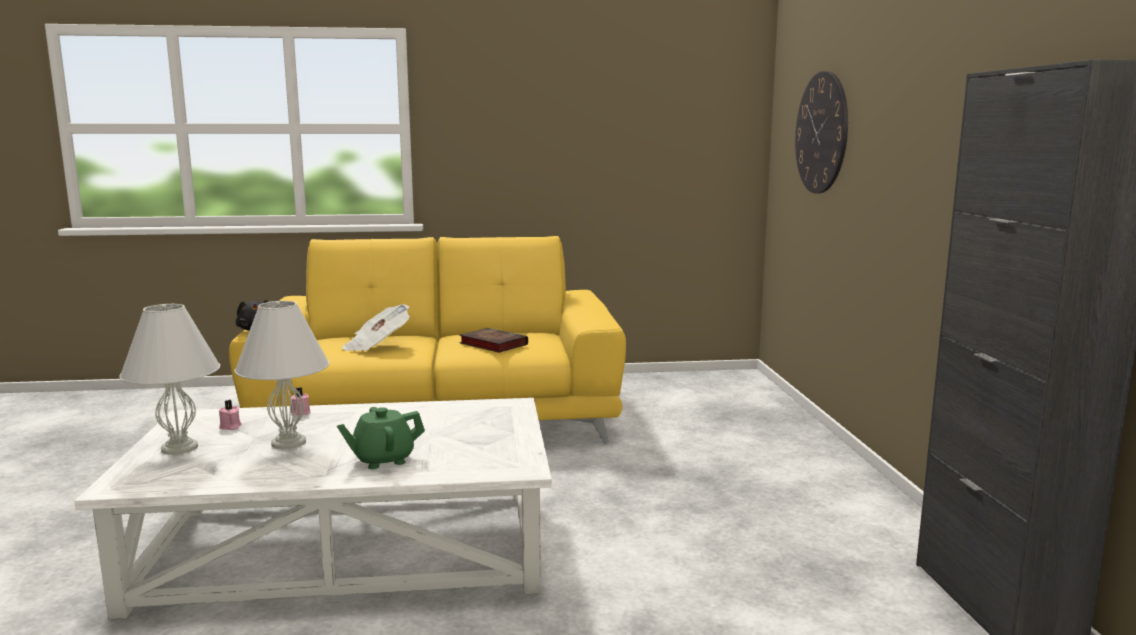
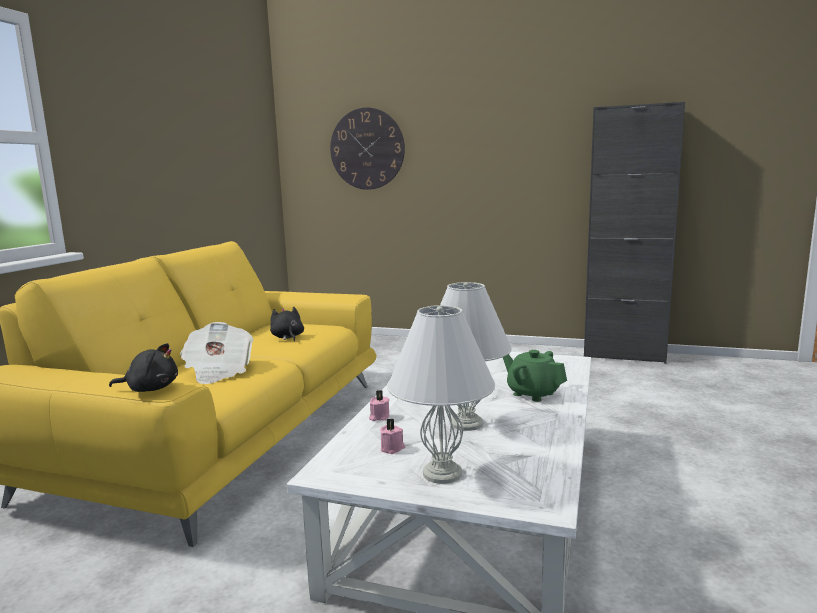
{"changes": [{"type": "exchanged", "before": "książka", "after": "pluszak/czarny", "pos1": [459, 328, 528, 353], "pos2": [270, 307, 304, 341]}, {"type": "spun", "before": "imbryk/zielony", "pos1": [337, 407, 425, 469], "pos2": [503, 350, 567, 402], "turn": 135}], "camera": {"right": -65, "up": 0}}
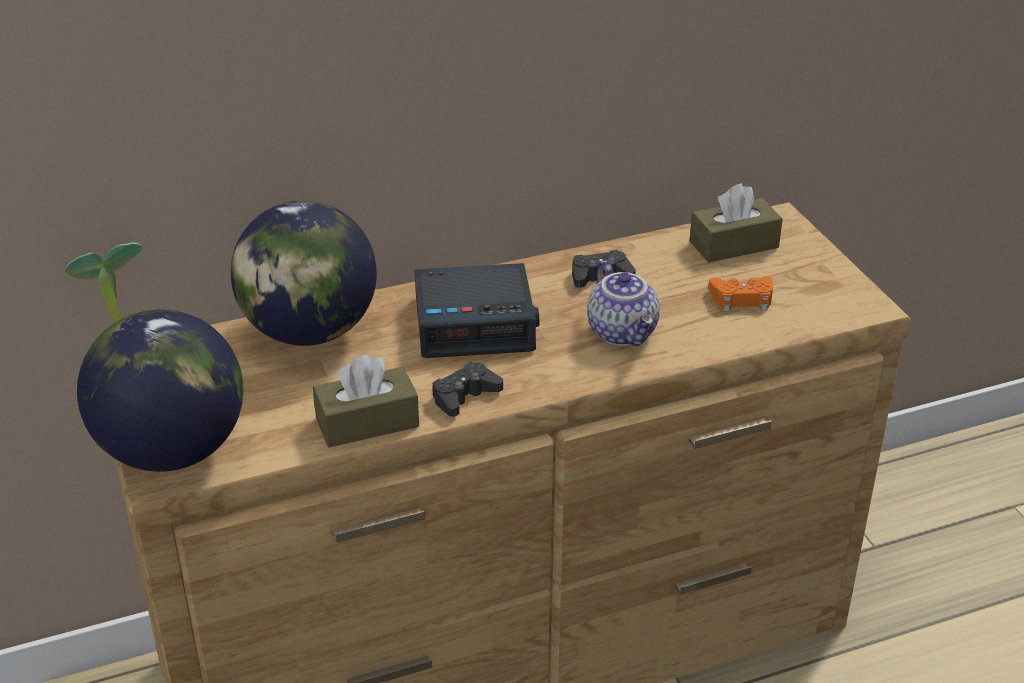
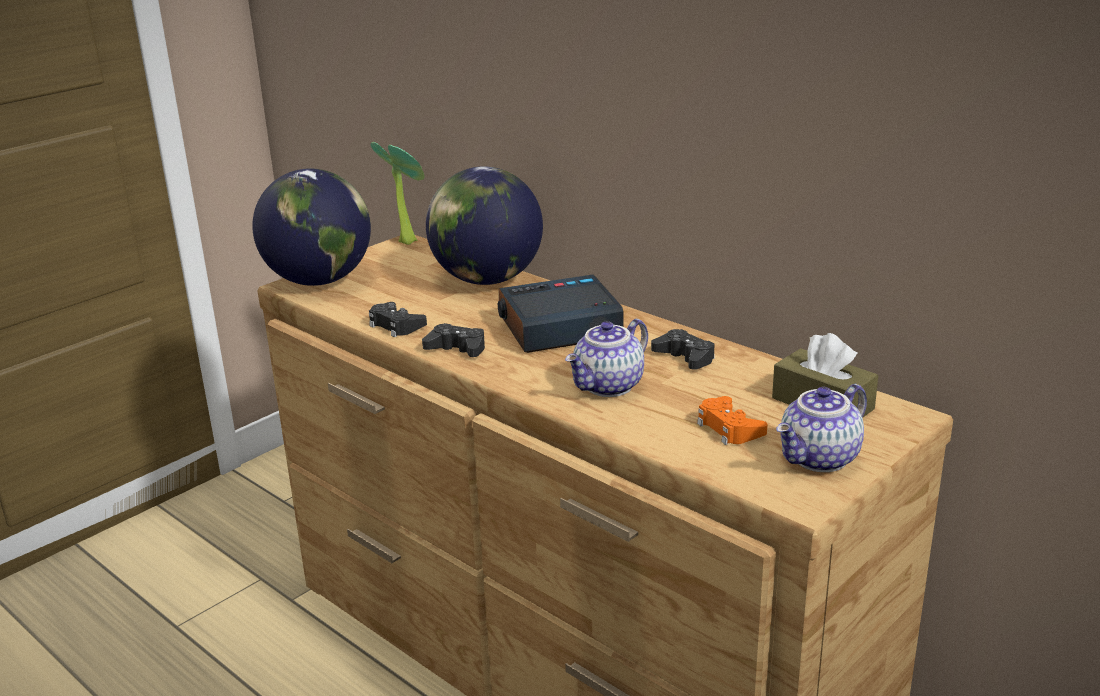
{"changes": [{"type": "appeared", "after": "imbryk", "pos2": [776, 384, 867, 472]}, {"type": "exchanged", "before": "pudełko chusteczek/brązowy", "after": "pad do gier/czarny", "pos1": [313, 355, 419, 447], "pos2": [369, 302, 427, 337]}, {"type": "spun", "before": "budzik", "pos1": [414, 263, 539, 358], "pos2": [498, 274, 624, 353], "turn": 105}], "camera": {"right": 65, "up": -10}}
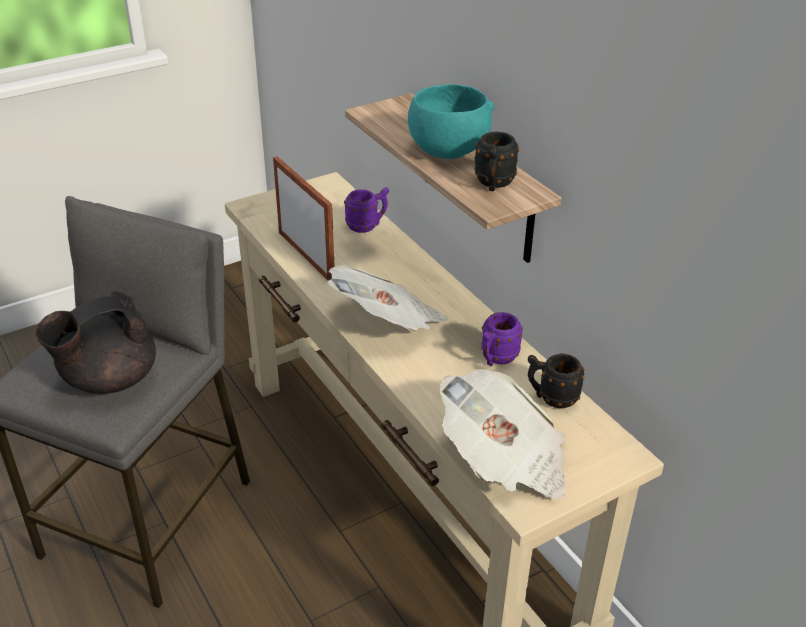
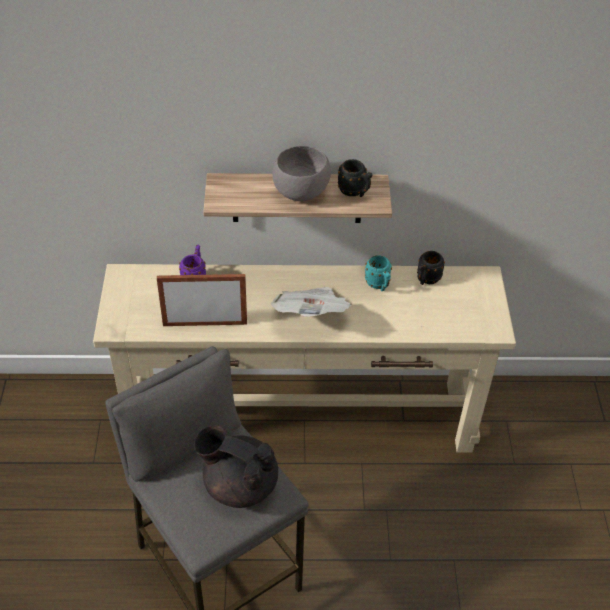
{"changes": [{"type": "missing", "before": "gazeta", "pos1": [440, 369, 566, 500]}, {"type": "colour", "before": "miska/turkusowy", "after": "miska/szary", "pos1": [408, 84, 494, 159], "pos2": [272, 146, 331, 201]}, {"type": "colour", "before": "kubek/fioletowy", "after": "kubek/turkusowy", "pos1": [481, 312, 523, 366], "pos2": [365, 255, 392, 291]}, {"type": "spun", "before": "imbryk/czarny", "pos1": [36, 291, 156, 394], "pos2": [194, 425, 278, 508], "turn": 120}], "camera": {"right": -60, "up": 10}}
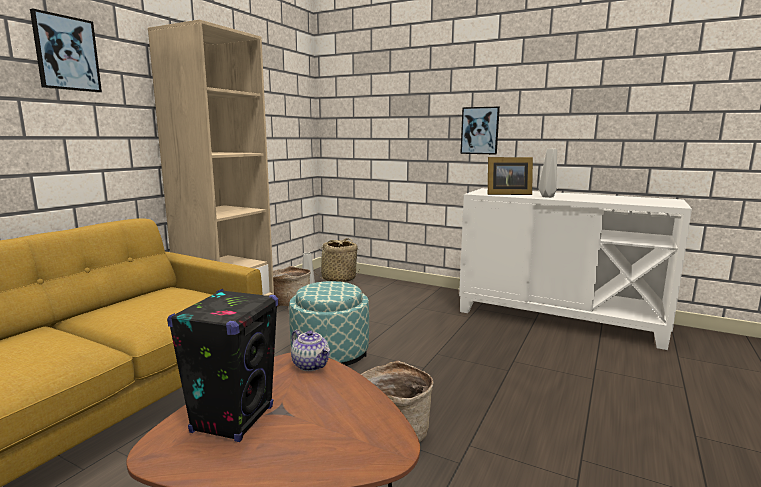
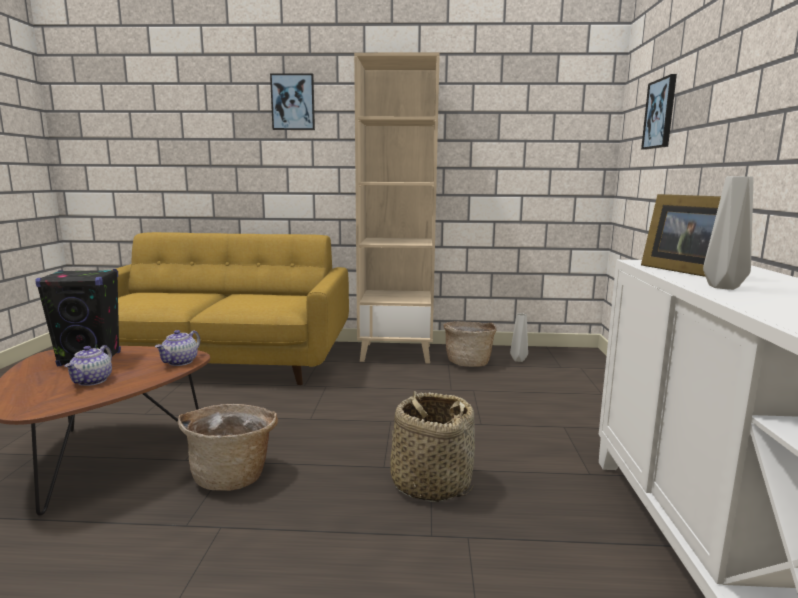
{"changes": [{"type": "missing", "before": "pufa", "pos1": [289, 281, 369, 366]}, {"type": "appeared", "after": "imbryk", "pos2": [64, 345, 112, 386]}, {"type": "relocated", "before": "koszyk", "pos1": [313, 238, 360, 282], "pos2": [390, 391, 475, 502]}, {"type": "relocated", "before": "obraz", "pos1": [460, 107, 500, 155], "pos2": [641, 74, 677, 150]}], "camera": {"right": 65, "up": 0}}
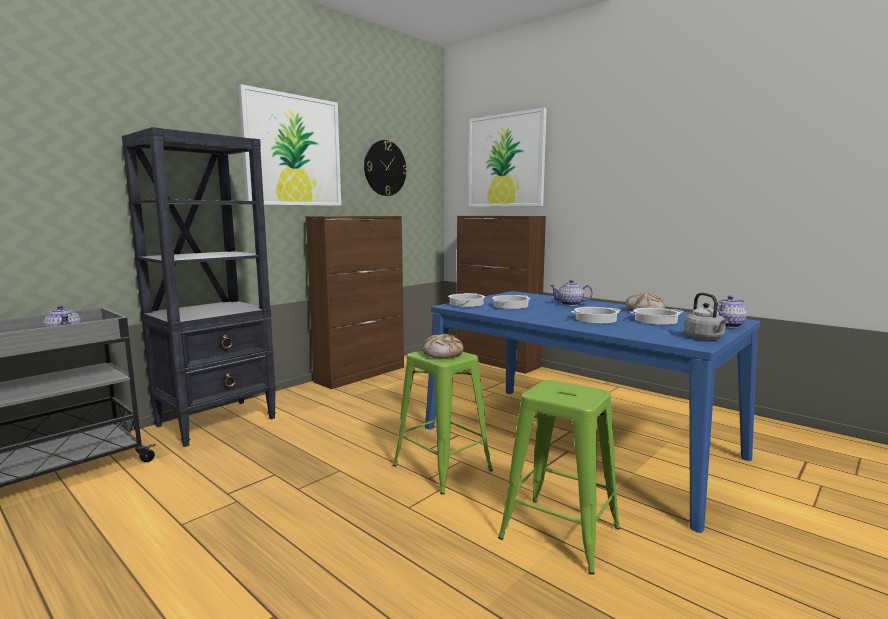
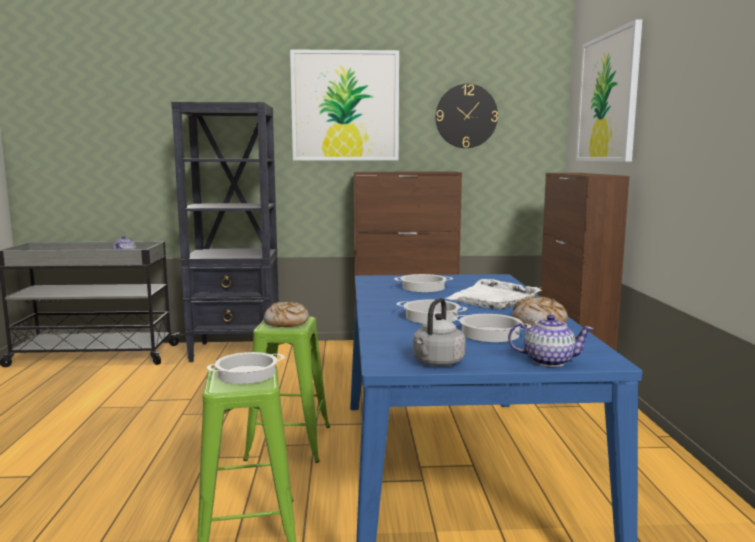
{"changes": [{"type": "relocated", "before": "garnek", "pos1": [448, 293, 485, 307], "pos2": [207, 352, 285, 384]}, {"type": "exchanged", "before": "imbryk", "after": "taca/biały", "pos1": [550, 280, 593, 306], "pos2": [446, 279, 542, 309]}], "camera": {"right": 45, "up": 0}}
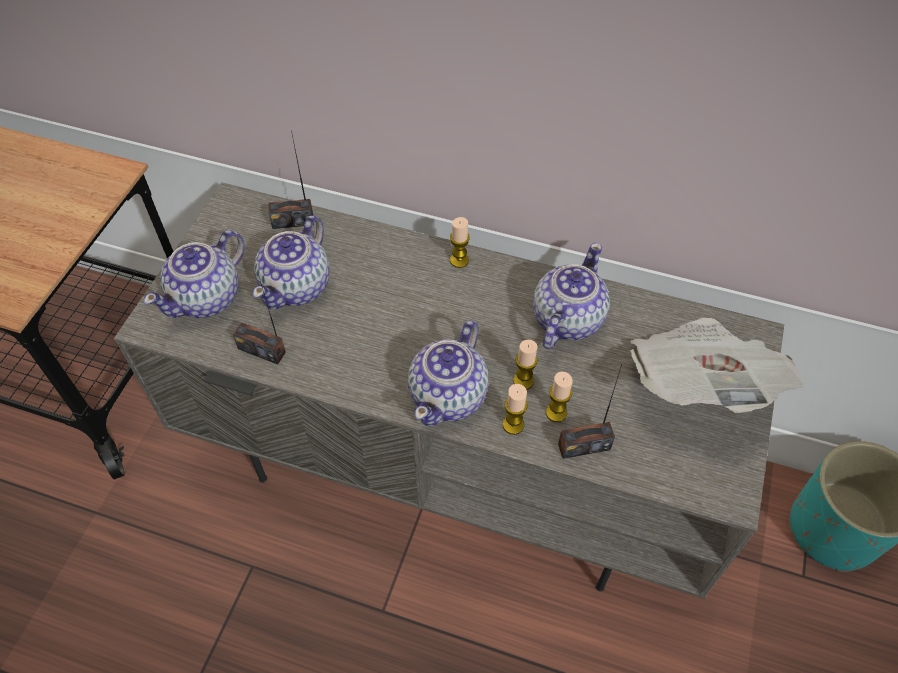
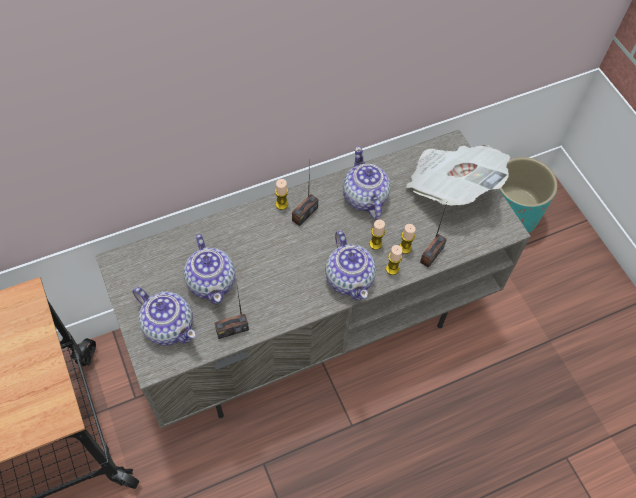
{"changes": [{"type": "relocated", "before": "radio", "pos1": [268, 130, 314, 229], "pos2": [292, 163, 318, 226]}, {"type": "spun", "before": "imbryk", "pos1": [143, 230, 245, 318], "pos2": [132, 287, 196, 345], "turn": -45}], "camera": {"right": -45, "up": 5}}
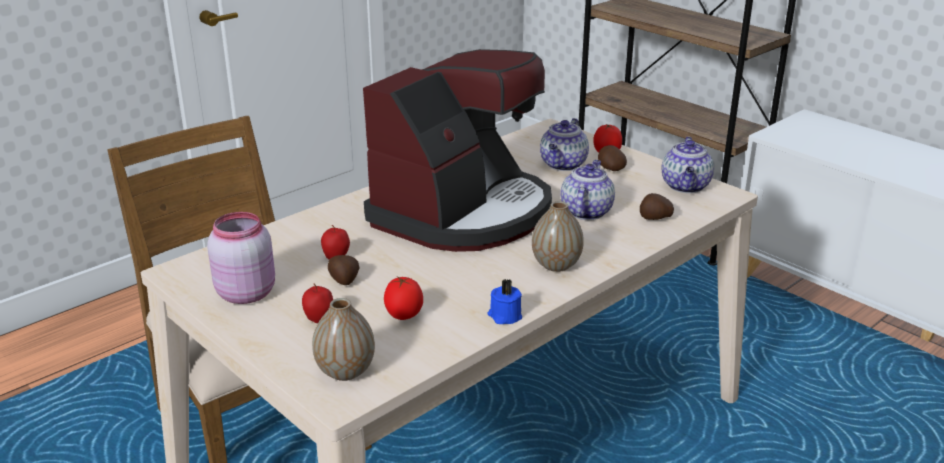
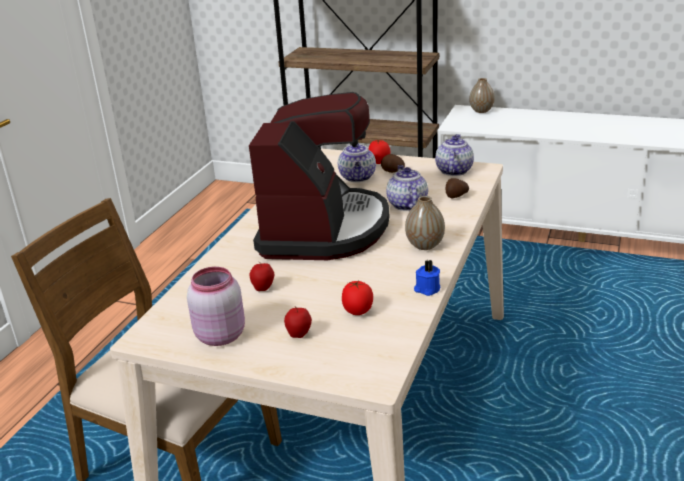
{"changes": [{"type": "missing", "before": "ziemniak", "pos1": [328, 255, 360, 285]}, {"type": "relocated", "before": "wazon", "pos1": [312, 298, 375, 381], "pos2": [469, 78, 495, 113]}, {"type": "spun", "before": "imbryk", "pos1": [661, 137, 714, 193], "pos2": [435, 134, 474, 176], "turn": -150}], "camera": {"right": -25, "up": 0}}
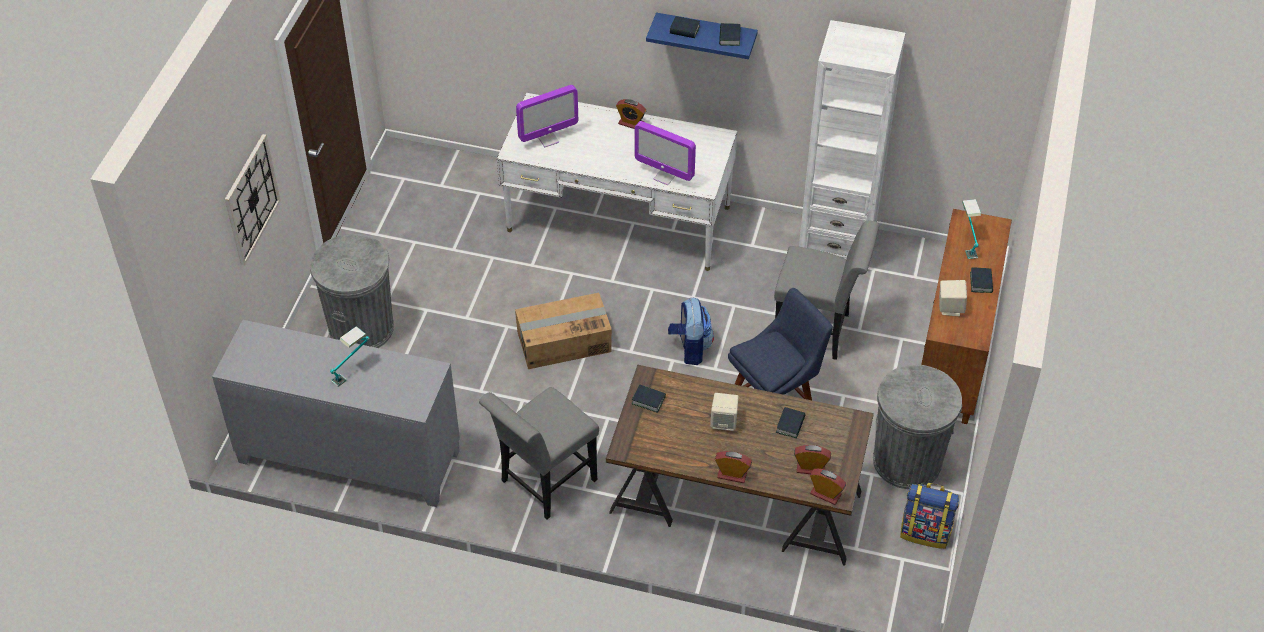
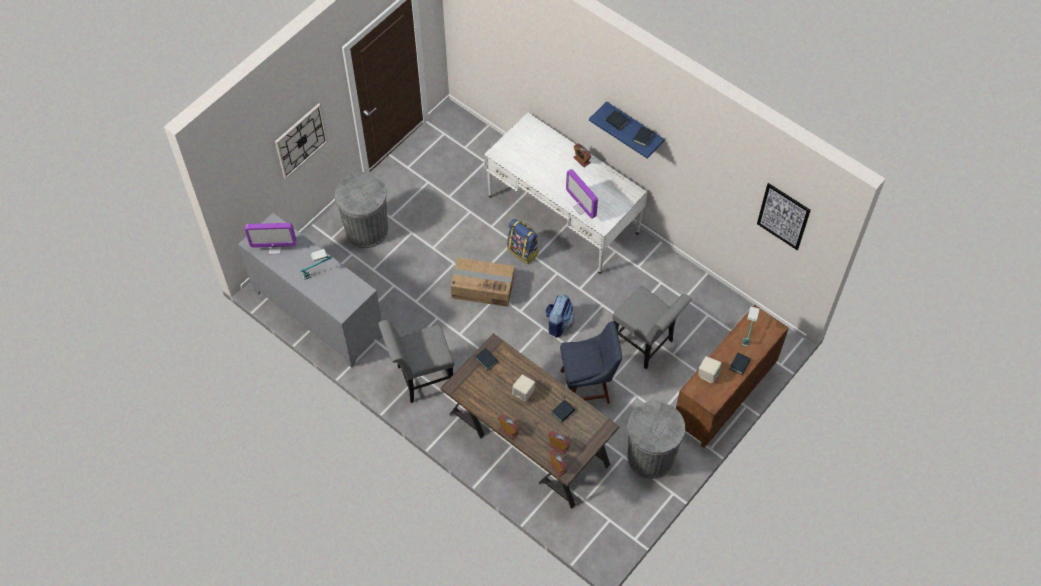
{"changes": [{"type": "missing", "before": "regał/biały", "pos1": [799, 20, 905, 259]}, {"type": "appeared", "after": "obraz", "pos2": [757, 183, 811, 250]}, {"type": "relocated", "before": "monitor", "pos1": [516, 85, 578, 147], "pos2": [245, 223, 296, 254]}, {"type": "relocated", "before": "plecak", "pos1": [900, 483, 959, 549], "pos2": [507, 219, 539, 264]}], "camera": {"right": 25, "up": 10}}
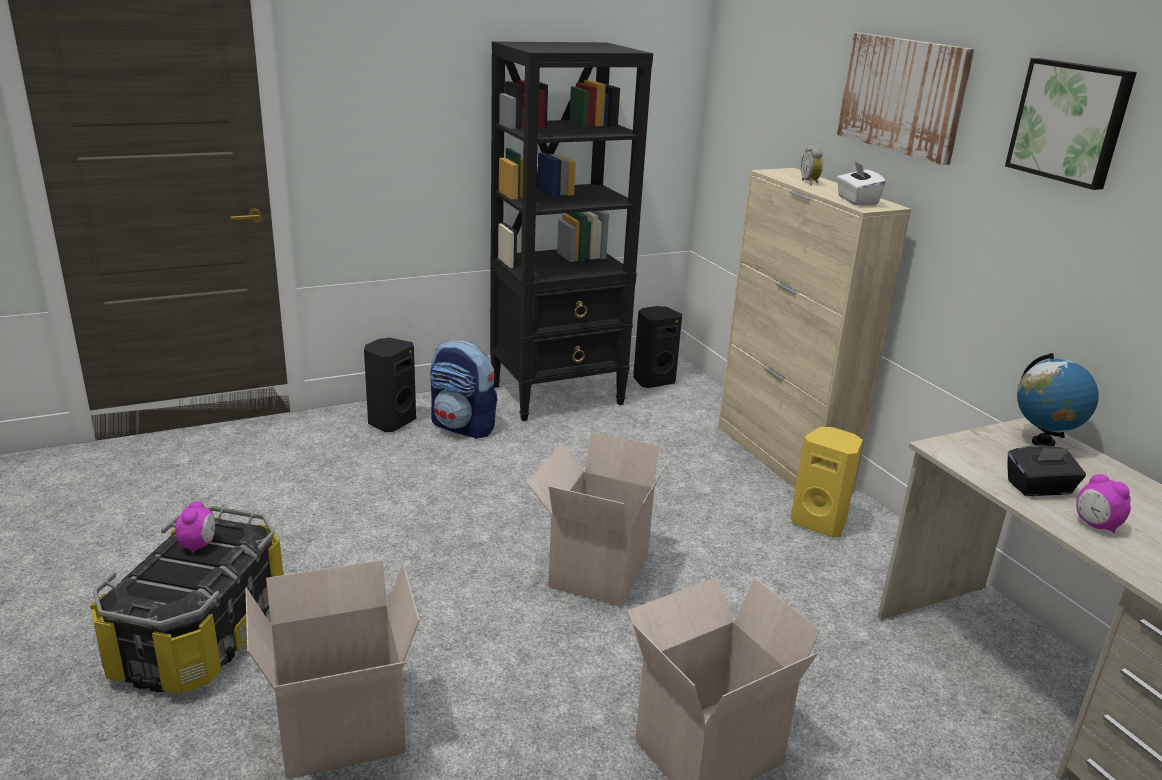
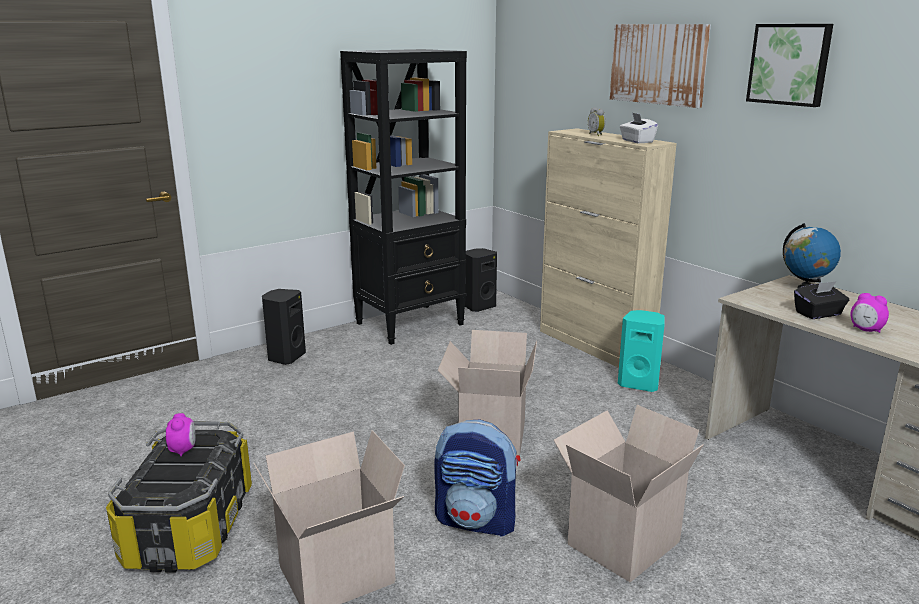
{"changes": [{"type": "relocated", "before": "plecak", "pos1": [431, 340, 498, 439], "pos2": [434, 419, 520, 537]}, {"type": "colour", "before": "głośnik/żółty", "after": "głośnik/turkusowy", "pos1": [791, 427, 863, 537], "pos2": [618, 310, 665, 392]}], "camera": {"right": -10, "up": -5}}
